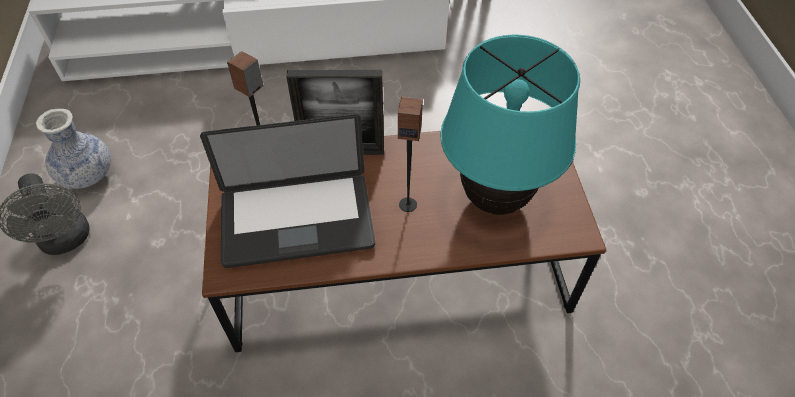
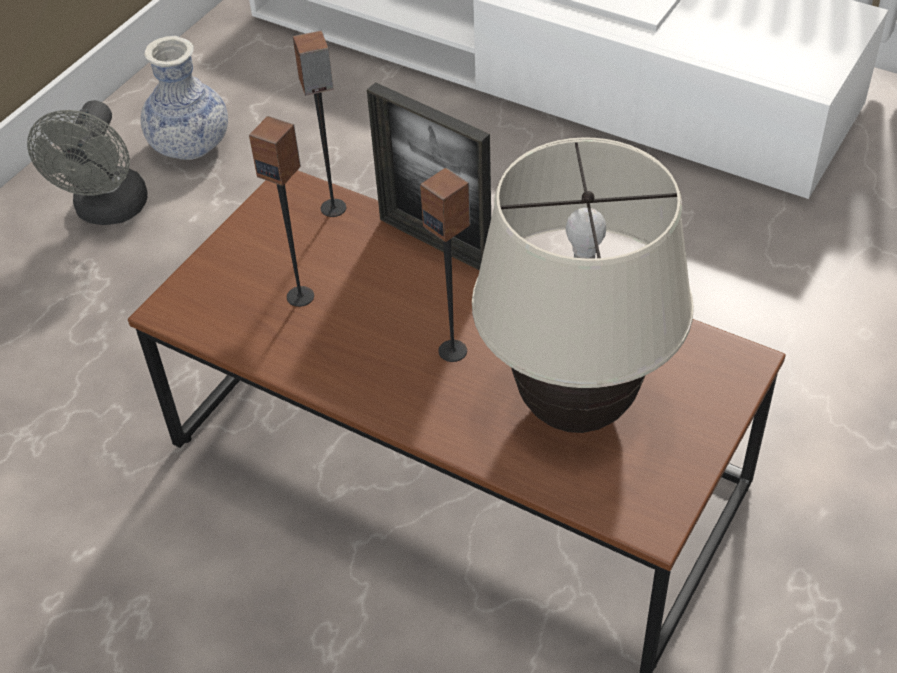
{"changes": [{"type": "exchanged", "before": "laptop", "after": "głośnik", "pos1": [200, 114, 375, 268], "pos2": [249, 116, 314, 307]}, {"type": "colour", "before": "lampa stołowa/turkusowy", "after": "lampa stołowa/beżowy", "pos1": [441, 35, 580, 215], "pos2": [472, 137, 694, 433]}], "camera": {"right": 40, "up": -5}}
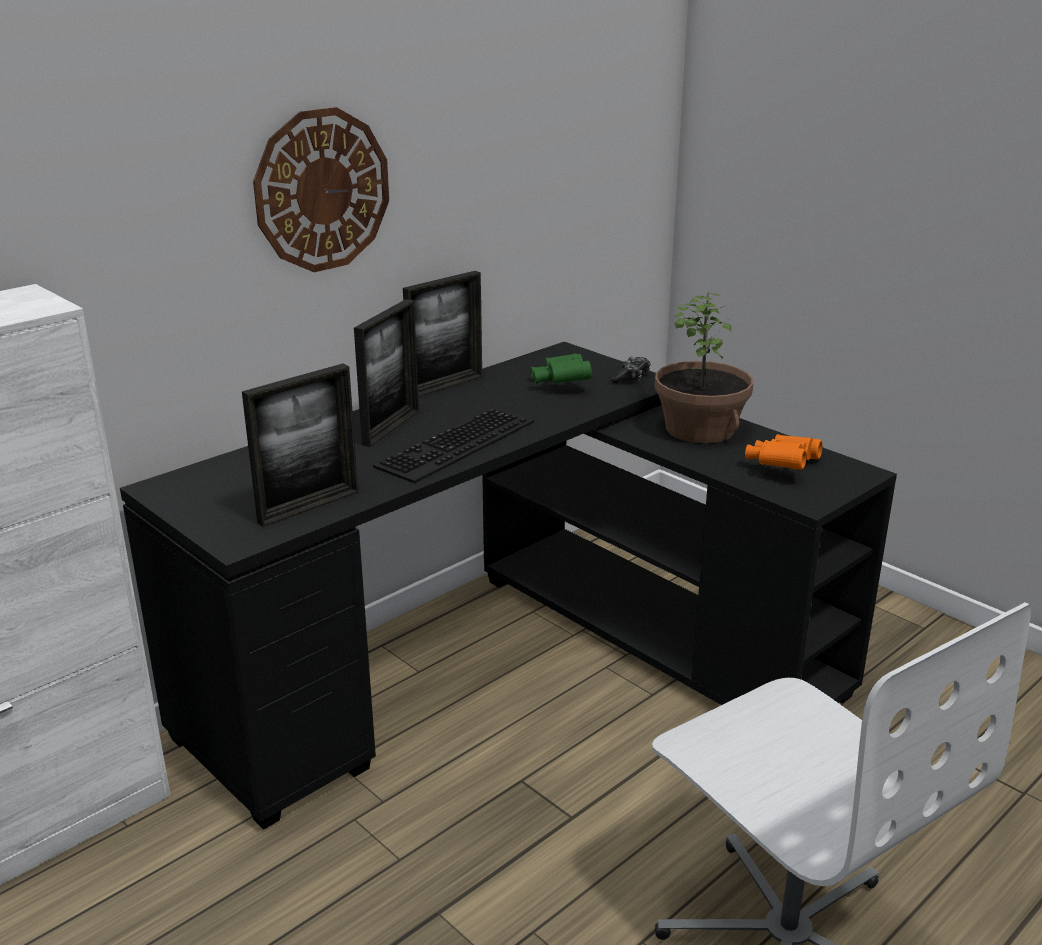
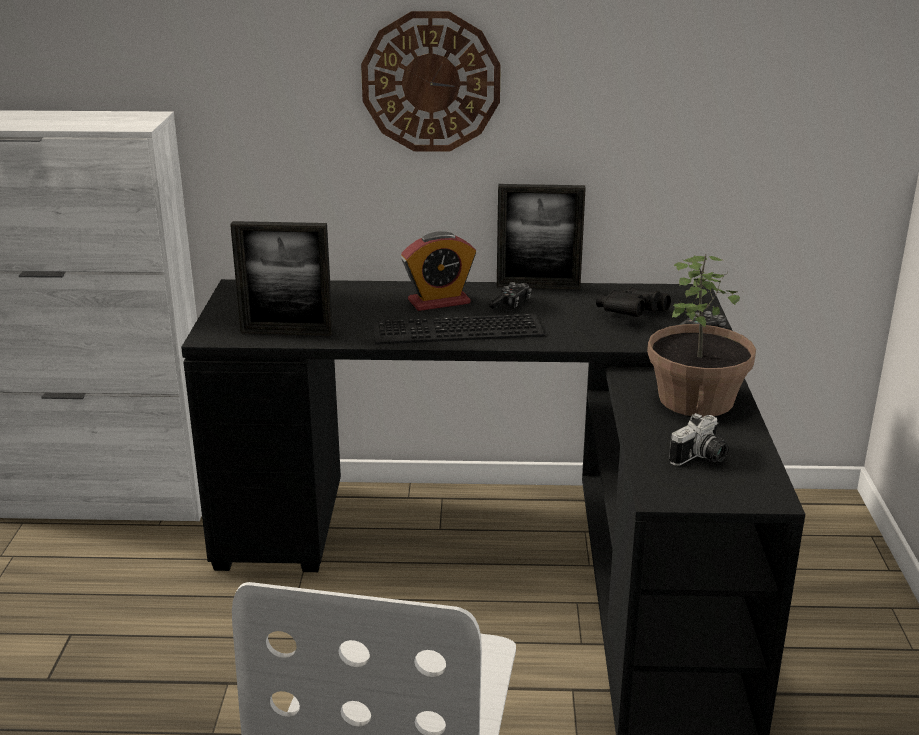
{"changes": [{"type": "appeared", "after": "pad do gier", "pos2": [489, 282, 532, 309]}, {"type": "exchanged", "before": "ramka na zdjęcie", "after": "budzik", "pos1": [354, 299, 419, 447], "pos2": [401, 231, 476, 311]}, {"type": "exchanged", "before": "lornetka/pomarańczowy", "after": "aparat fotograficzny", "pos1": [745, 434, 822, 470], "pos2": [669, 413, 729, 466]}, {"type": "colour", "before": "lornetka/zielony", "after": "lornetka/czarny", "pos1": [531, 353, 592, 384], "pos2": [596, 287, 671, 317]}], "camera": {"right": 45, "up": 0}}
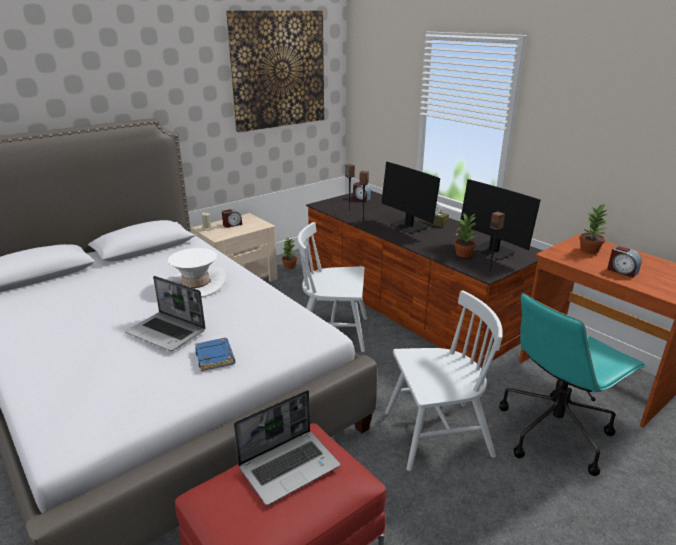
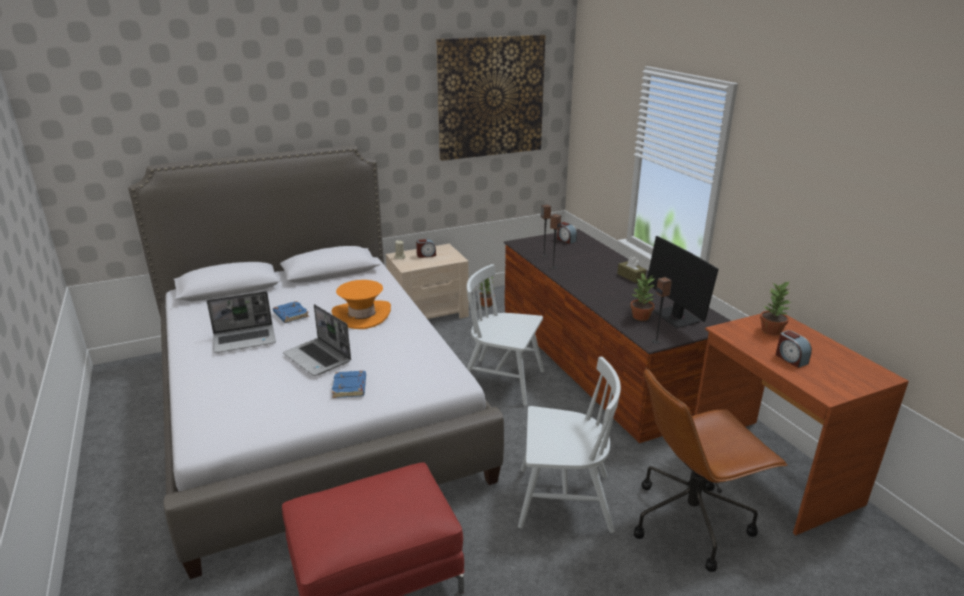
{"changes": [{"type": "missing", "before": "monitor", "pos1": [381, 162, 440, 233]}, {"type": "appeared", "after": "książka/niebieski", "pos2": [273, 301, 309, 323]}, {"type": "relocated", "before": "laptop", "pos1": [234, 390, 340, 505], "pos2": [207, 291, 276, 353]}, {"type": "colour", "before": "kapelusz/biały", "after": "kapelusz/pomarańczowy", "pos1": [166, 248, 226, 298], "pos2": [332, 280, 391, 329]}, {"type": "colour", "before": "krzesło biurowe/turkusowy", "after": "krzesło biurowe/brązowy", "pos1": [499, 293, 646, 476], "pos2": [634, 368, 788, 572]}], "camera": {"right": 15, "up": 0}}
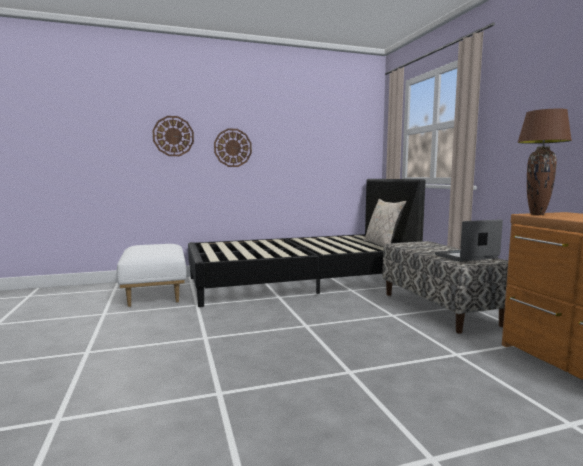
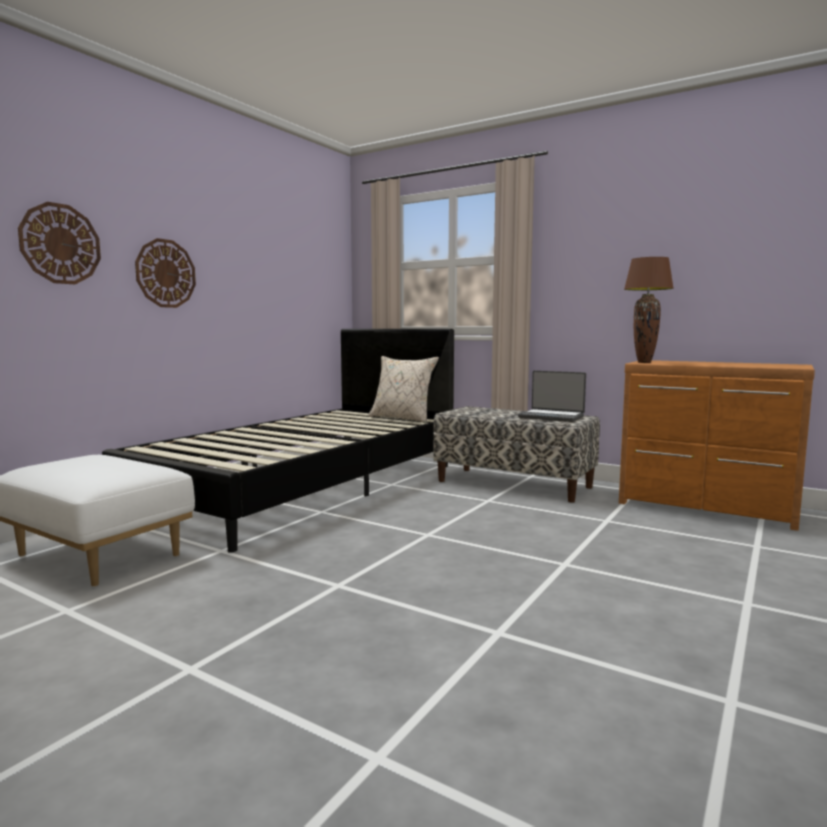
{"changes": [{"type": "spun", "before": "laptop", "pos1": [435, 219, 503, 262], "pos2": [518, 371, 586, 422], "turn": -90}], "camera": {"right": -40, "up": 0}}
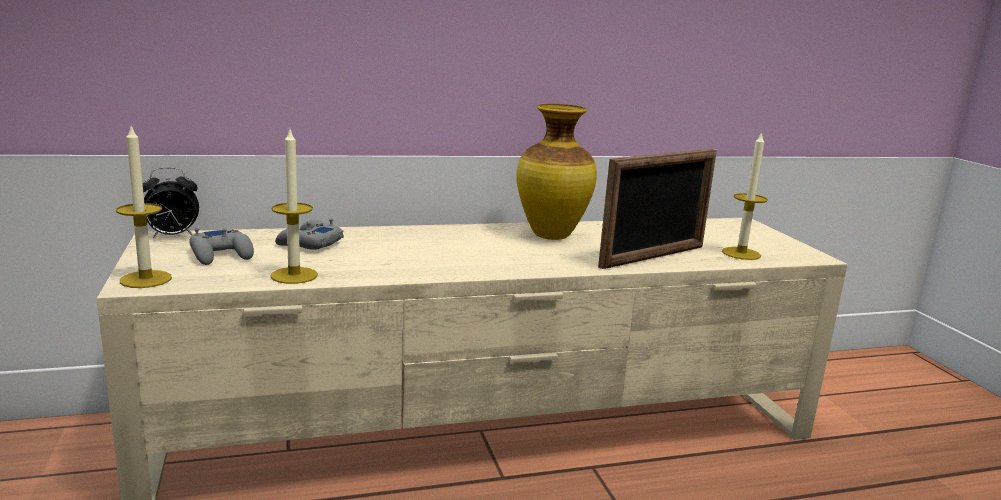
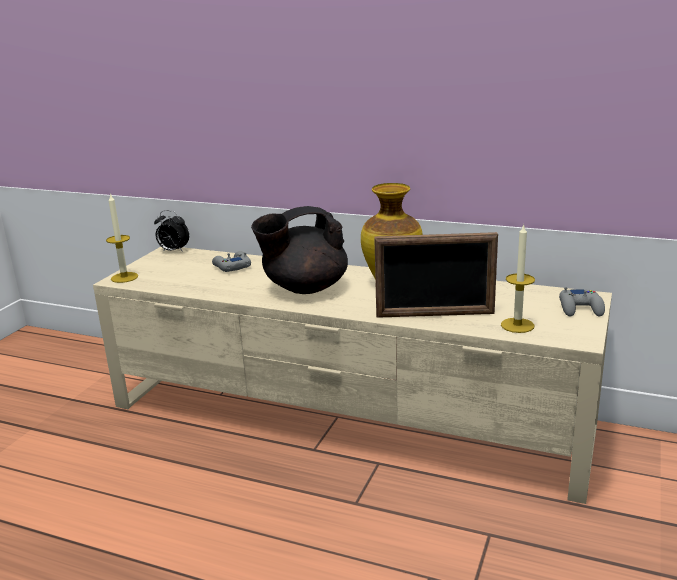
{"changes": [{"type": "missing", "before": "świeca", "pos1": [270, 127, 318, 284]}, {"type": "appeared", "after": "imbryk/czarny", "pos2": [251, 206, 348, 294]}, {"type": "relocated", "before": "pad do gier/szary", "pos1": [189, 228, 254, 265], "pos2": [559, 287, 605, 317]}], "camera": {"right": 40, "up": 5}}
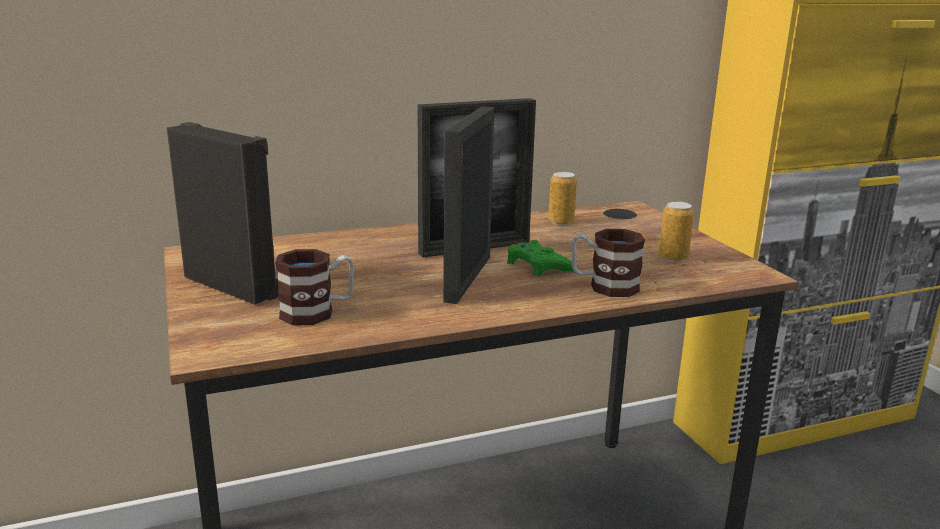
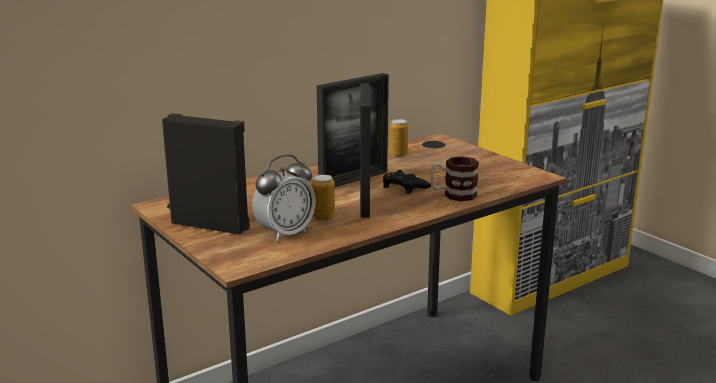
{"changes": [{"type": "relocated", "before": "puszka", "pos1": [659, 201, 694, 262], "pos2": [312, 175, 335, 221]}, {"type": "exchanged", "before": "kubek", "after": "budzik", "pos1": [275, 249, 354, 325], "pos2": [252, 155, 315, 242]}, {"type": "colour", "before": "pad do gier/zielony", "after": "pad do gier/czarny", "pos1": [507, 240, 578, 276], "pos2": [383, 170, 431, 194]}], "camera": {"right": -15, "up": 0}}
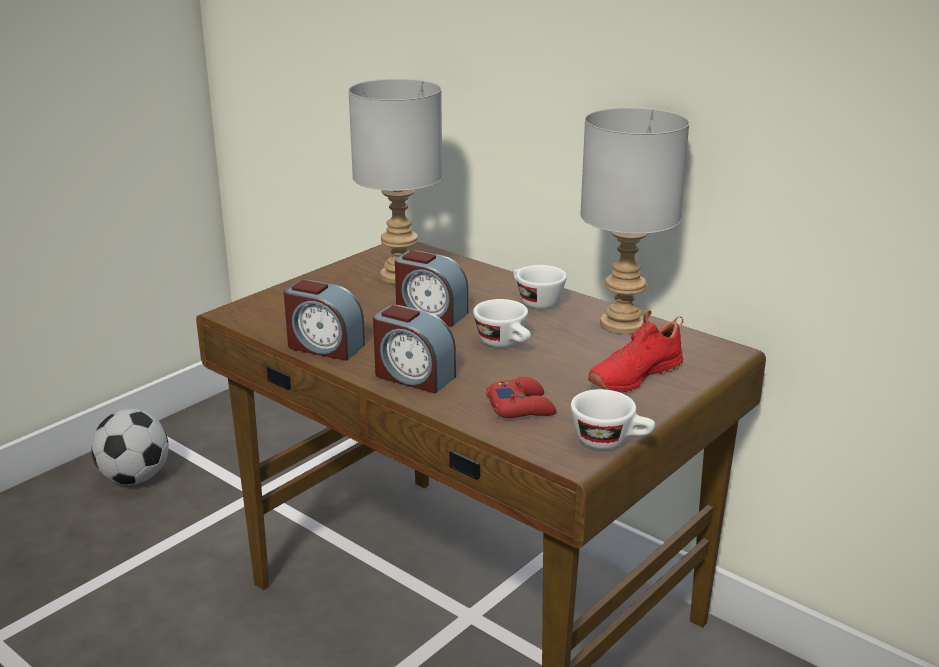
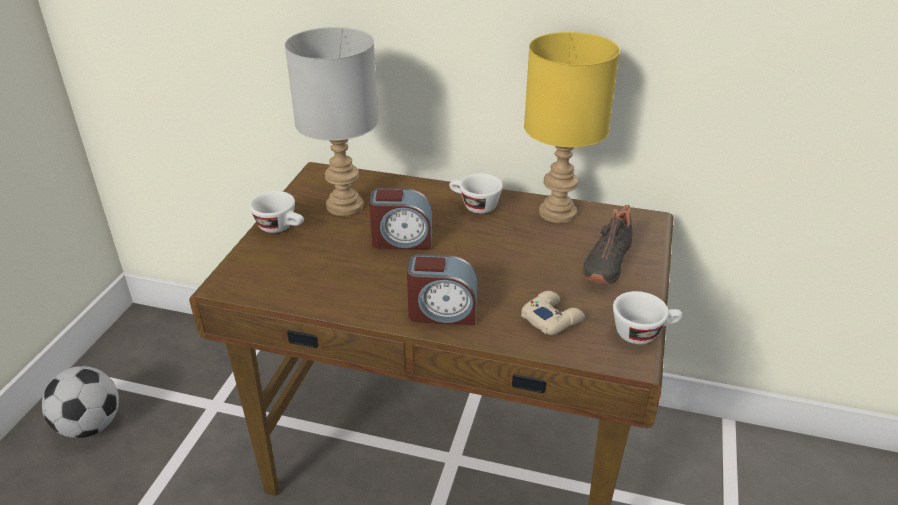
{"changes": [{"type": "missing", "before": "budzik", "pos1": [284, 280, 365, 361]}, {"type": "relocated", "before": "filiżanka/biały", "pos1": [473, 299, 531, 347], "pos2": [249, 191, 304, 233]}, {"type": "colour", "before": "pad do gier/czerwony", "after": "pad do gier/beżowy", "pos1": [486, 377, 556, 418], "pos2": [521, 291, 585, 335]}, {"type": "colour", "before": "lampa stołowa/szary", "after": "lampa stołowa/żółty", "pos1": [580, 107, 690, 335], "pos2": [524, 32, 620, 223]}, {"type": "colour", "before": "but/czerwony", "after": "but/czarny", "pos1": [588, 309, 683, 393], "pos2": [583, 205, 633, 285]}], "camera": {"right": -25, "up": 10}}
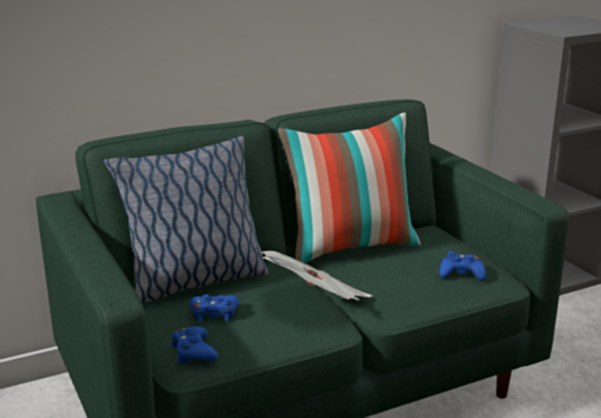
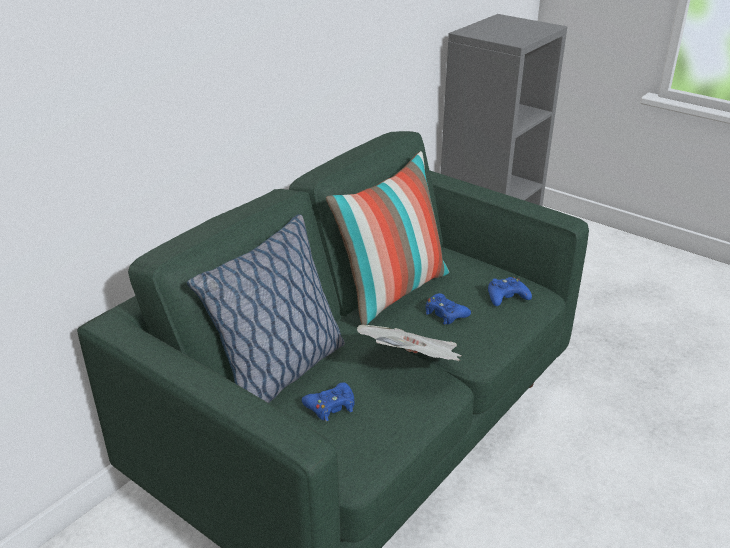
{"changes": [{"type": "relocated", "before": "pad do gier/niebieski", "pos1": [171, 326, 218, 364], "pos2": [426, 293, 471, 325]}], "camera": {"right": -25, "up": 10}}
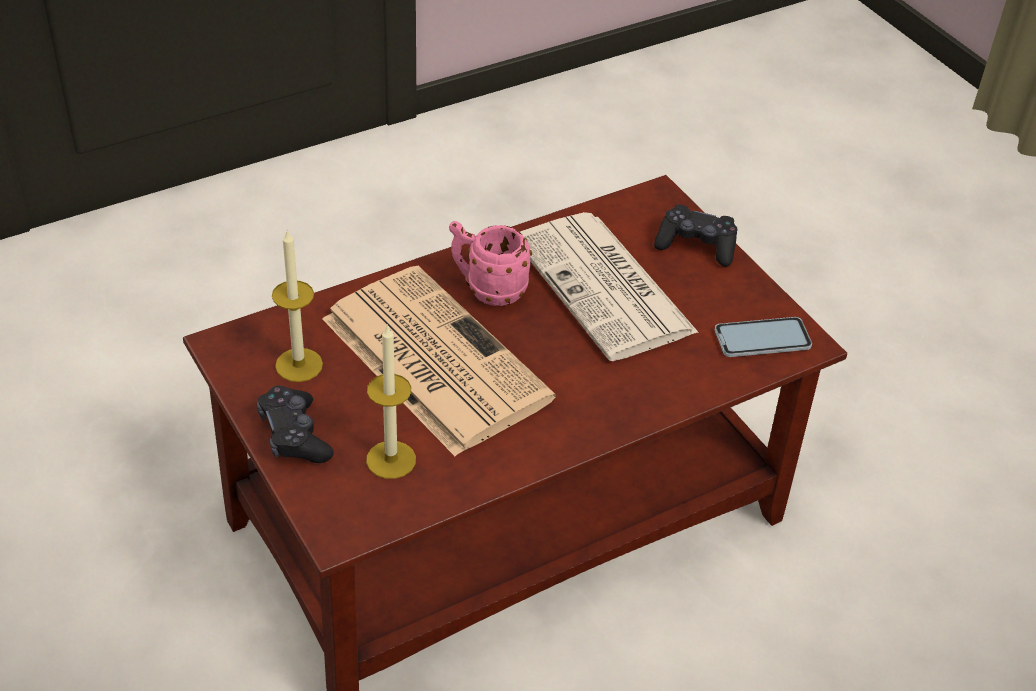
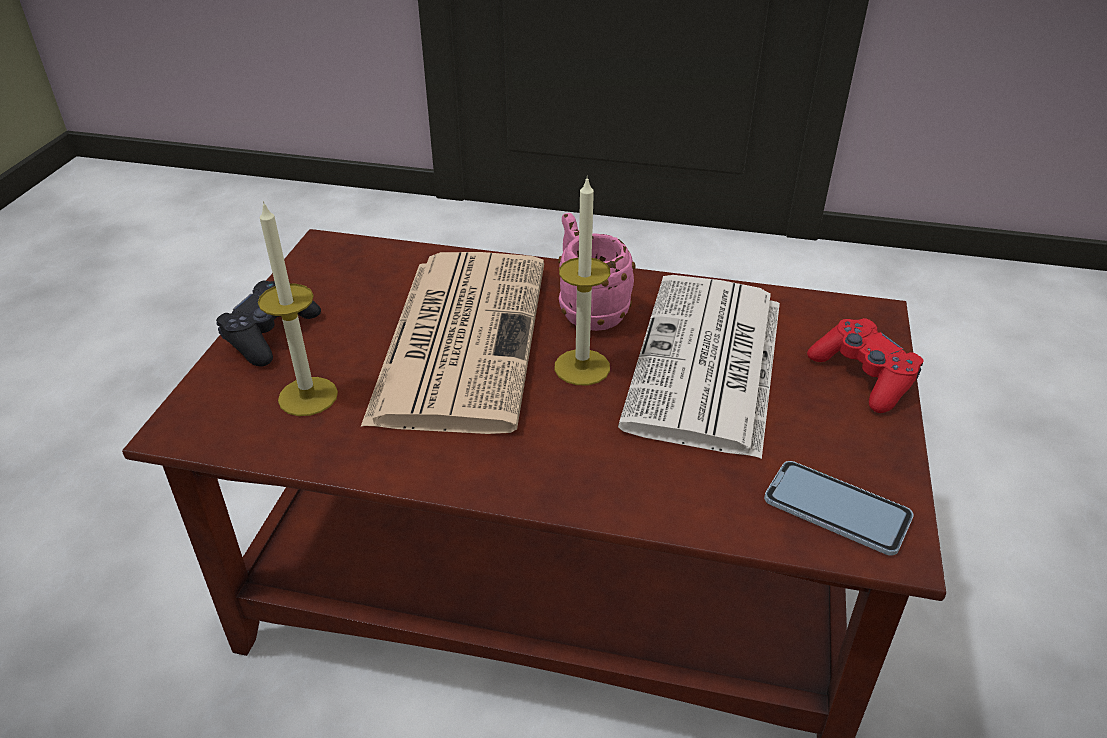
{"changes": [{"type": "relocated", "before": "świeca", "pos1": [272, 229, 323, 382], "pos2": [555, 176, 610, 385]}, {"type": "colour", "before": "pad do gier/czarny", "after": "pad do gier/czerwony", "pos1": [654, 204, 738, 267], "pos2": [807, 318, 924, 413]}], "camera": {"right": 45, "up": -5}}
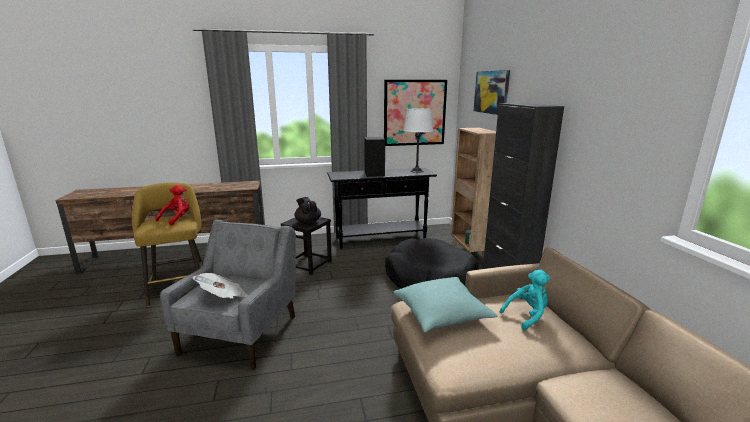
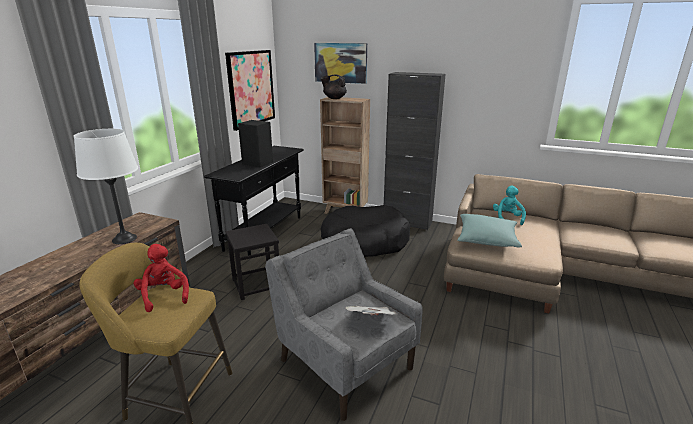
{"changes": [{"type": "relocated", "before": "imbryk/czarny", "pos1": [295, 197, 321, 224], "pos2": [320, 75, 347, 99]}, {"type": "relocated", "before": "lampa stołowa/biały", "pos1": [404, 108, 433, 173], "pos2": [74, 129, 138, 244]}], "camera": {"right": -55, "up": 5}}
